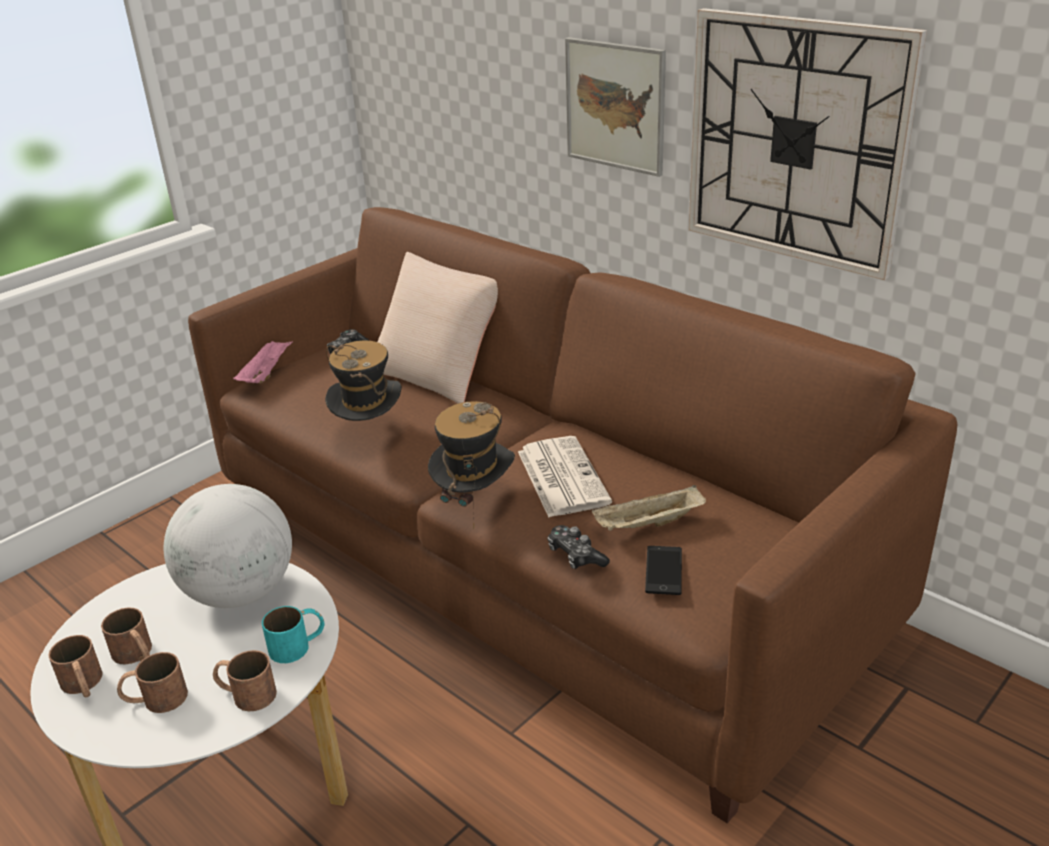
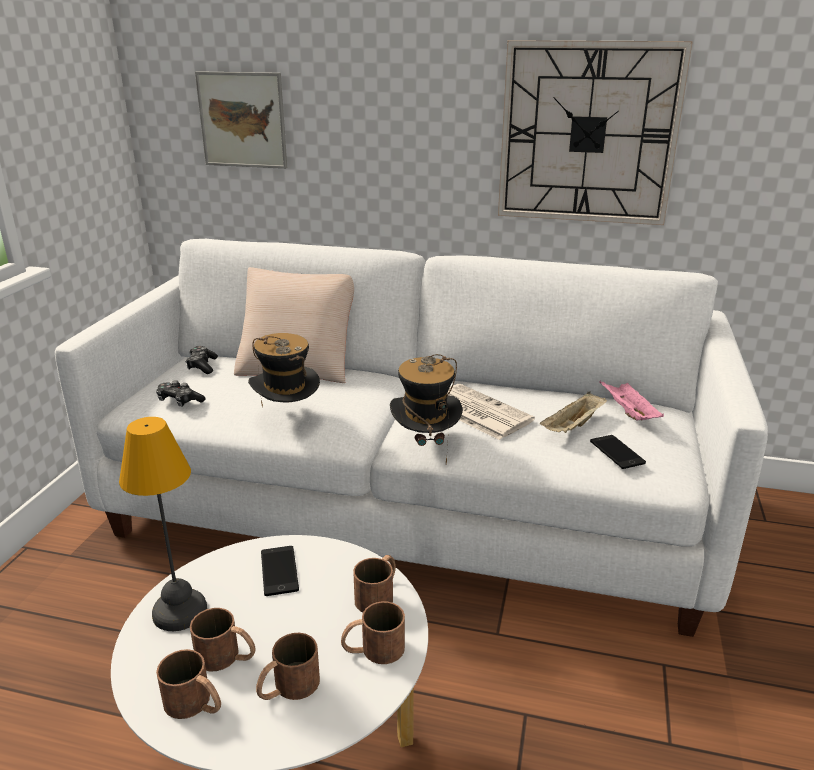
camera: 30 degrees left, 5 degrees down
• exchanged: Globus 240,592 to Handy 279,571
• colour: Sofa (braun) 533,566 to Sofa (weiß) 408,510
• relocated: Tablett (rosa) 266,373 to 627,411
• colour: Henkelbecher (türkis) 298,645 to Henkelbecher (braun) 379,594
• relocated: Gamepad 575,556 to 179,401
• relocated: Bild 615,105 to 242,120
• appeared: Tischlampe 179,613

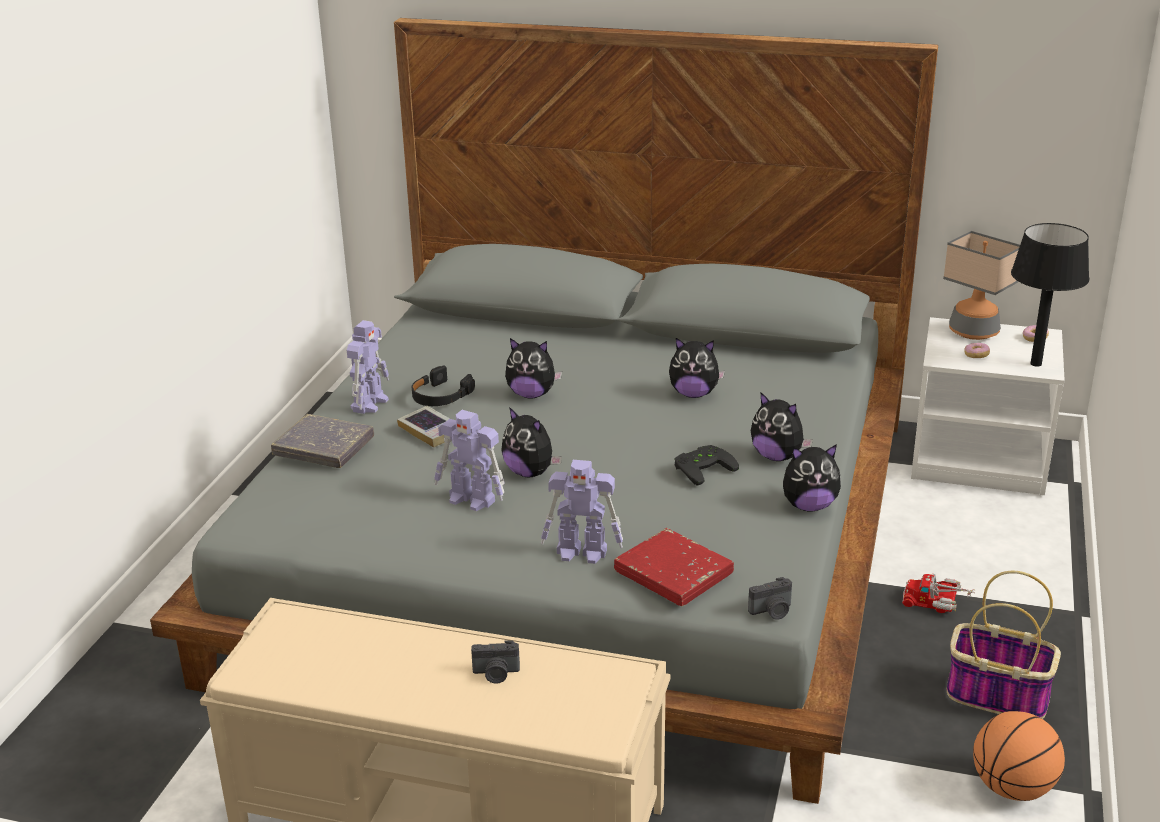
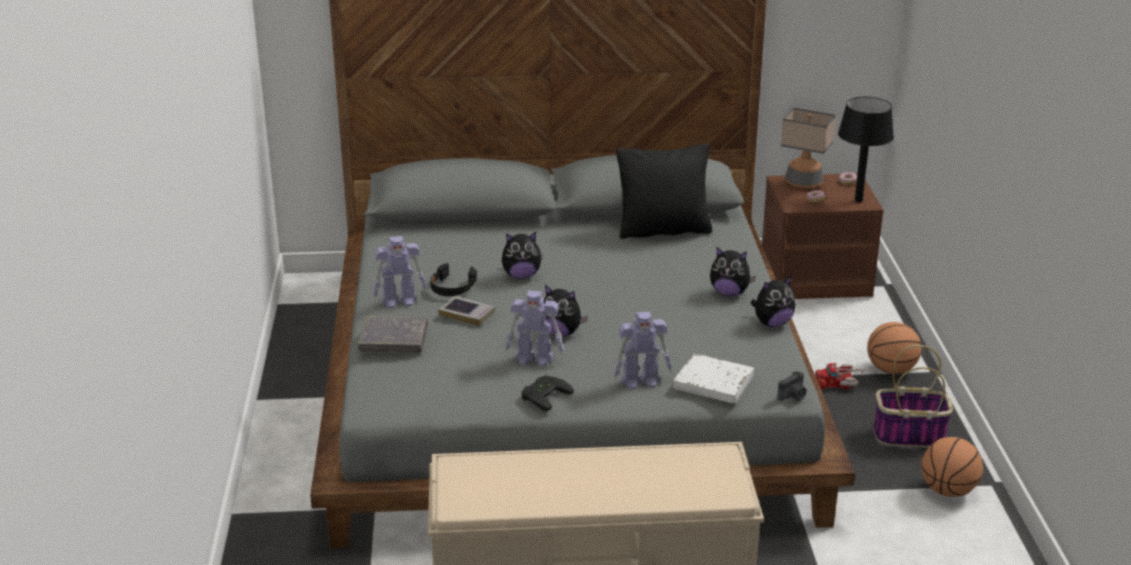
camera: 20 degrees left, 0 degrees up
• spun: Spielzeugroboter 370,403 = 400,301 75 degrees clockwise
• missing: Kamera 496,674
• colour: Buch (rot) 673,573 to Buch (weiß) 713,383
• missing: Plüschtier 694,394
• relocated: Gamepad (schwarz) 702,467 to 543,395
• colour: Nachttisch (weiß) 980,459 to Nachttisch (braun) 816,278
• appeared: Kissen (schwarz) 663,230
• appeared: Basketball 891,370

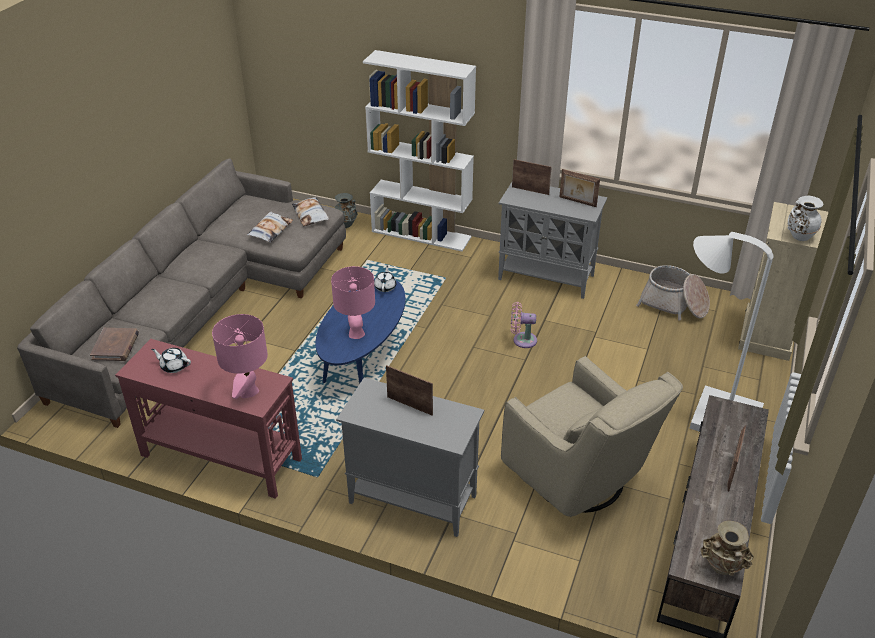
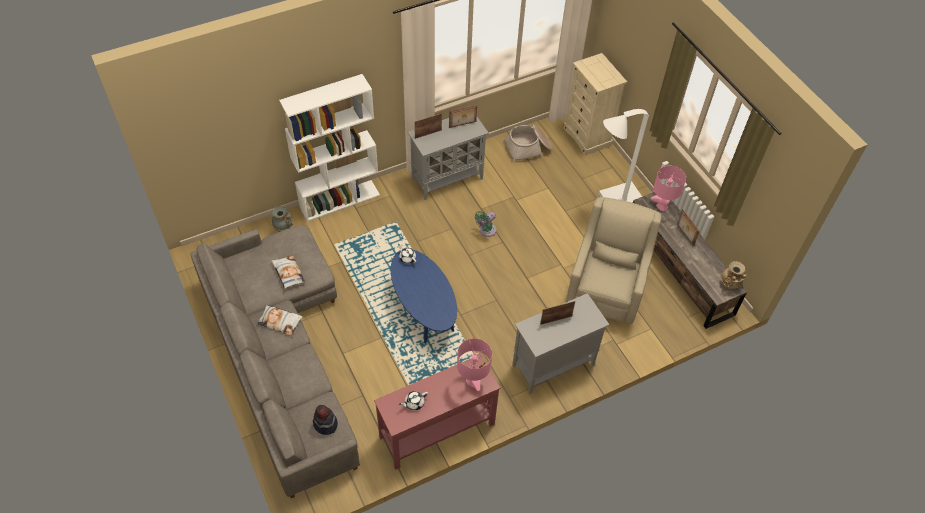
camera: 50 degrees left, 15 degrees up
• exchanged: Buch (braun) 116,346 to Hut 325,424
• relocated: Kissen 311,215 to 280,321
• relocated: Tischlampe (rosa) 356,333 to 662,206
• spun: Sessel (beige) 580,480 = 606,289 75 degrees counterclockwise
• colour: Ventilator (rosa) 522,340 to Ventilator (grün) 486,231
• missing: Vase (weiß) 799,237

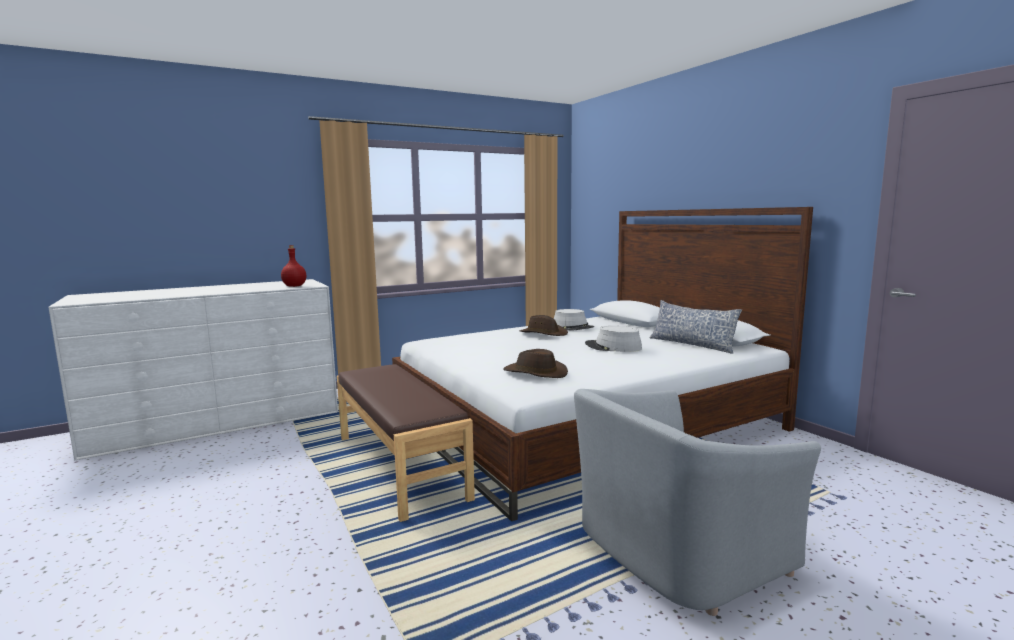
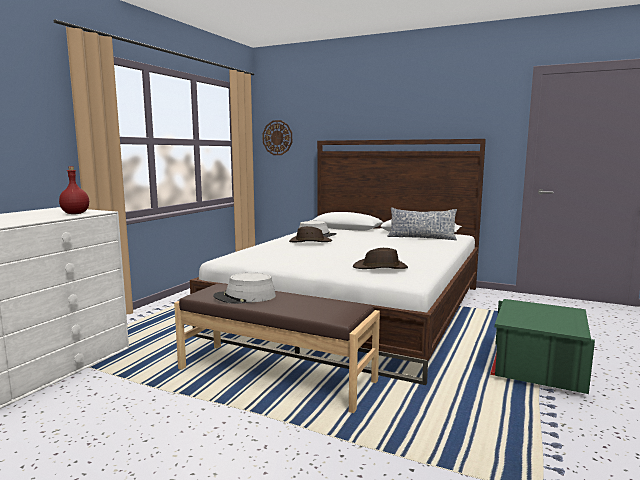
camera: 35 degrees left, 0 degrees up
• exchanged: Sessel (grau) 676,552 to Aufbewahrungsbox (grün) 535,370
• relocated: Hut (grau) 613,347 to 245,297
• appeared: Wanduhr 277,137

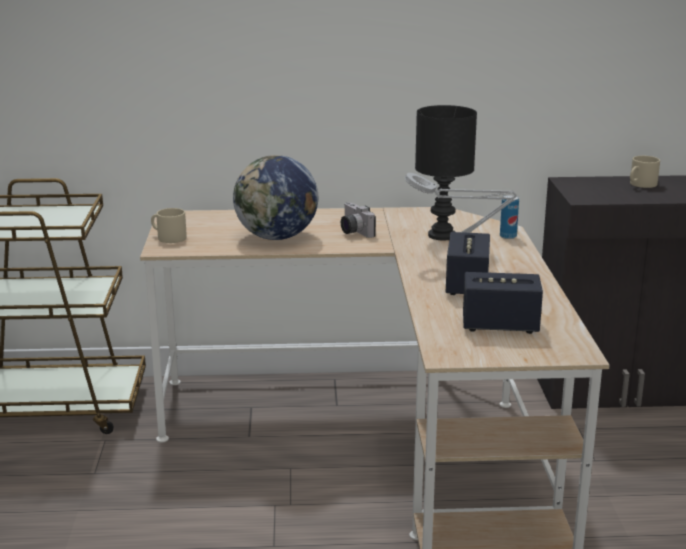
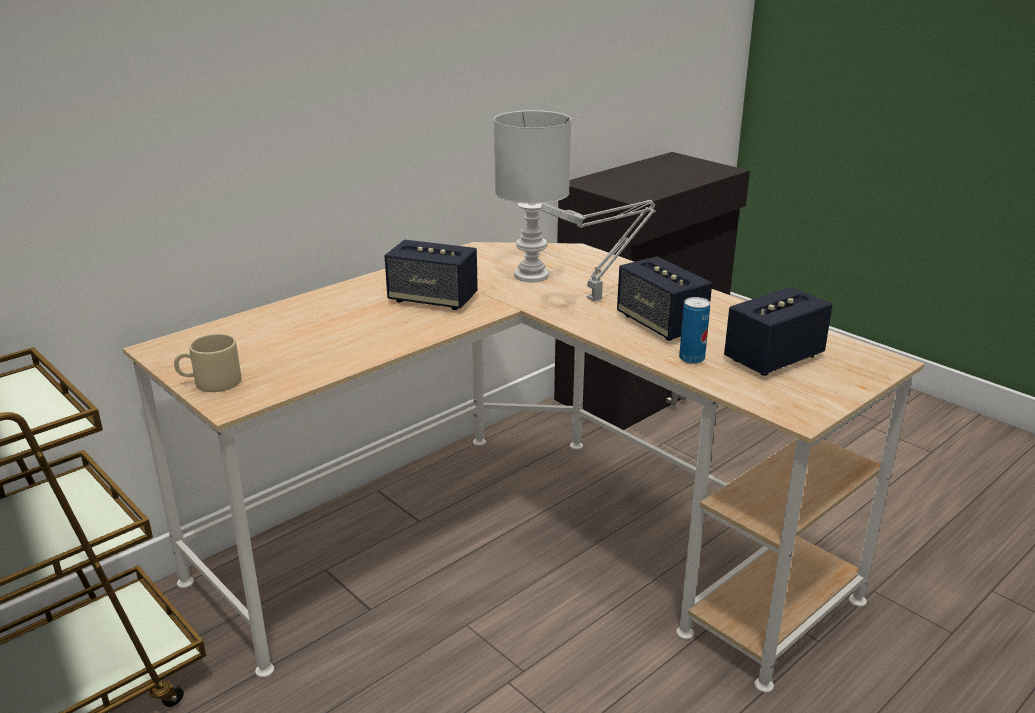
camera: 40 degrees left, 5 degrees up
• missing: Globus 277,237
• exchanged: Kamera 353,232 to Lautsprecher 433,299
• colour: Tischlampe (schwarz) 442,236 to Tischlampe (weiß) 532,276
• relocated: Dose 508,236 to 691,359
• missing: Henkelbecher (beige) 641,185

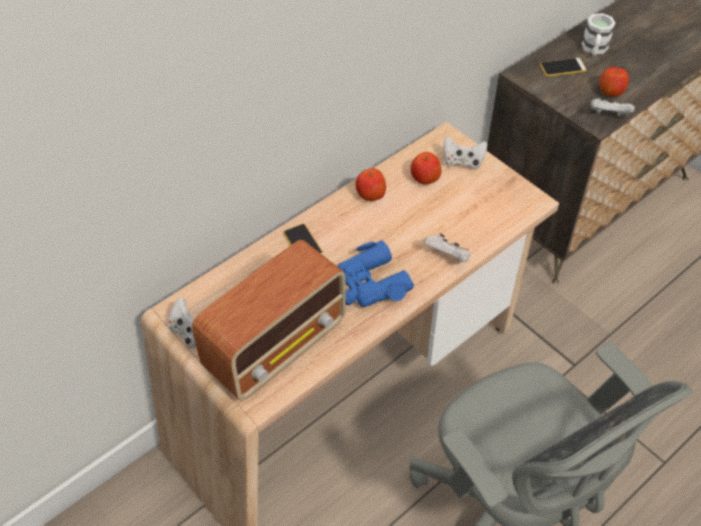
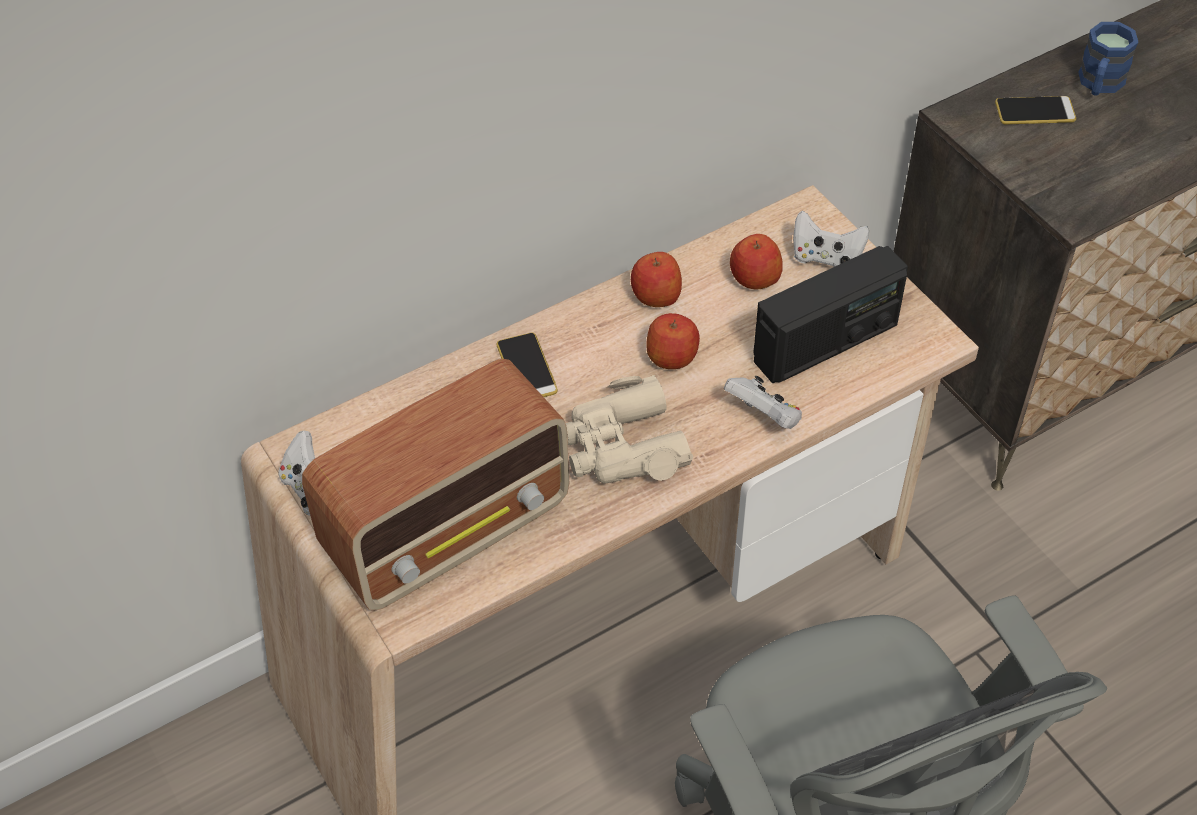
camera: 10 degrees right, 0 degrees up
• colour: Fernglas (blau) 368,284 to Fernglas (beige) 621,446
• colour: Henkelbecher (weiß) 594,49 to Henkelbecher (blau) 1099,84
• missing: Gamepad (weiß) 608,115
• relocated: Apfel 611,91 to 672,356
• appeared: Radio 826,343

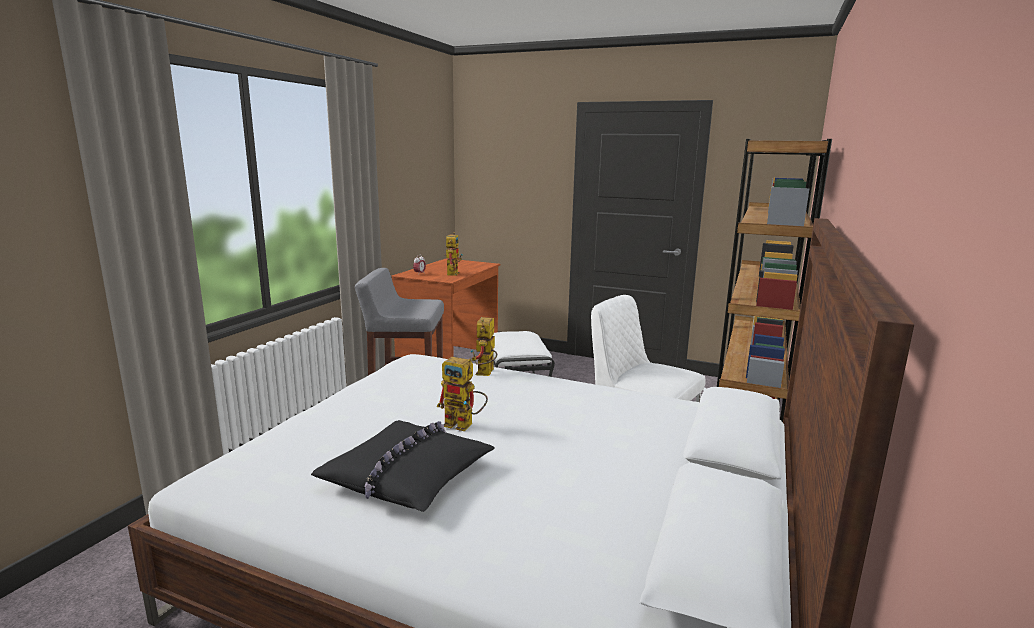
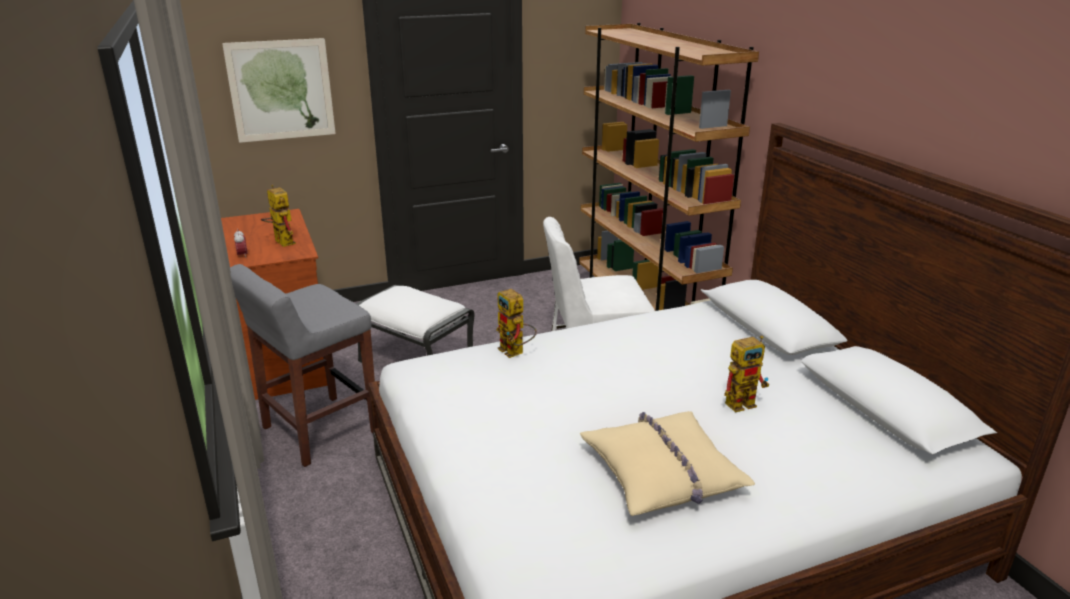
camera: 45 degrees left, 10 degrees up
• colour: Kissen (schwarz) 407,476 to Kissen (beige) 663,473
• relocated: Spielzeugroboter 464,425 to 744,402
• appeared: Bild 281,90

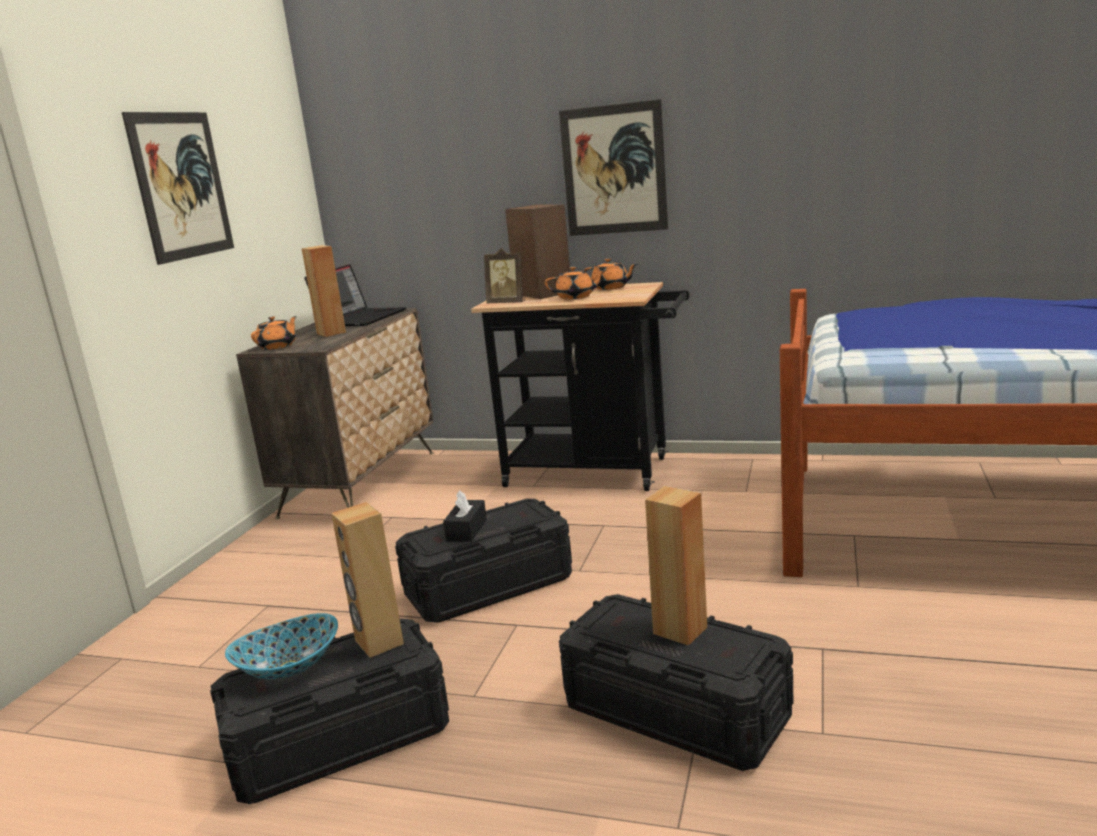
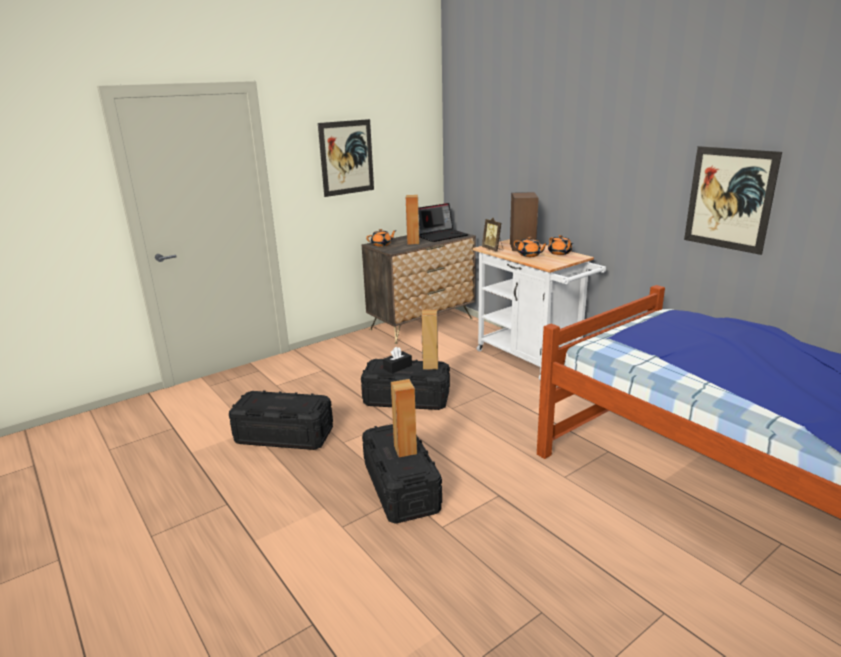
camera: 35 degrees right, 5 degrees up
• missing: Schüssel 288,667
• relocated: Lautsprecher (braun) 378,643 to 430,366
• colour: Rollwagen (schwarz) 597,472 to Rollwagen (weiß) 532,360
• relocated: Bild 614,170 to 729,199

